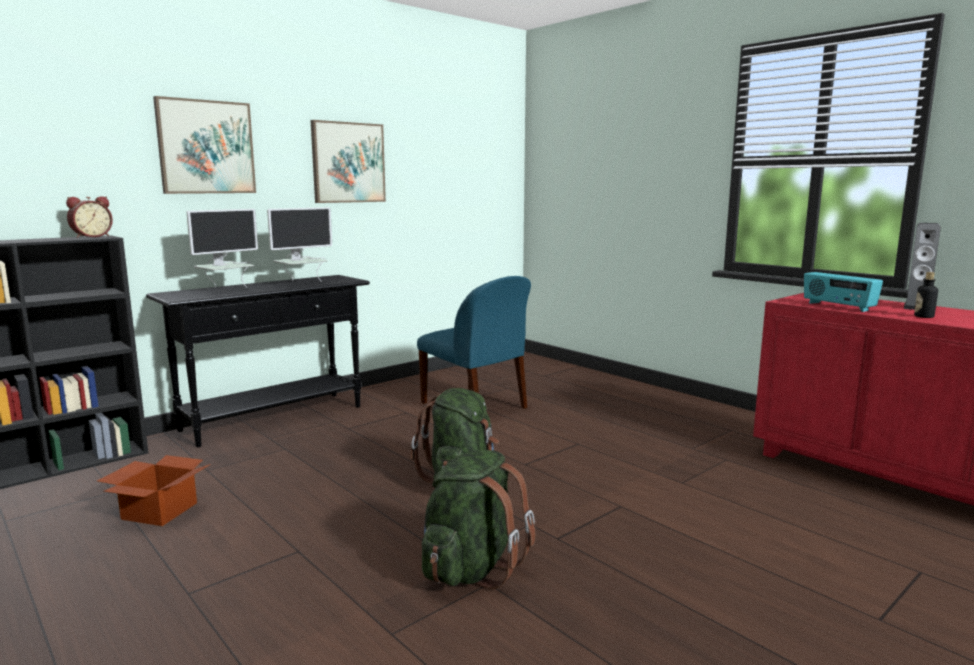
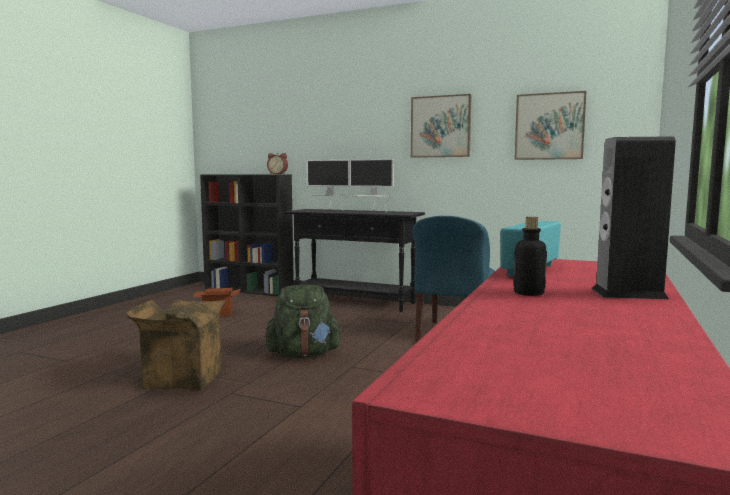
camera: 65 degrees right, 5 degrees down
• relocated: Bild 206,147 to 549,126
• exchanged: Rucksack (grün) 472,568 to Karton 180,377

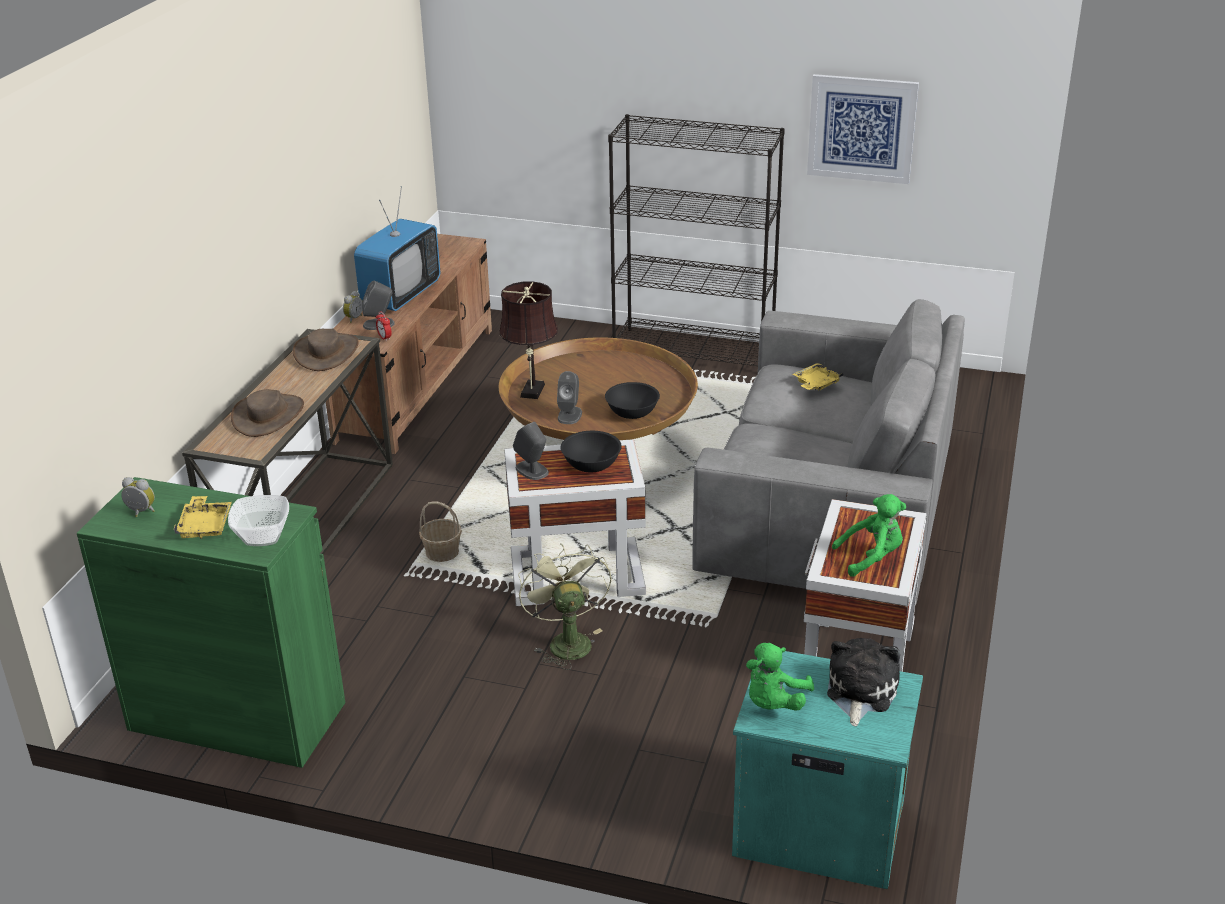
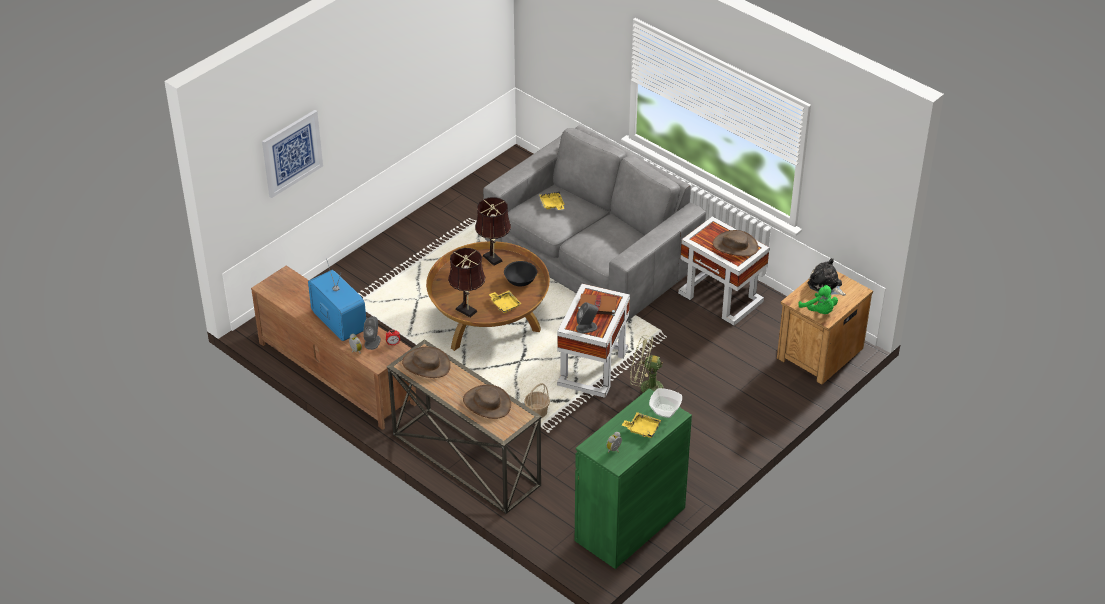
camera: 65 degrees left, 10 degrees up
• exchanged: Lautsprecher (grau) 569,415 to Tablett (gelb) 505,304
• exchanged: Schüssel (schwarz) 591,465 to Buch (braun) 597,305
• missing: Bücherregal (schwarz) 694,351
• colour: Nachttisch (türkis) 817,826 to Nachttisch (braun) 818,353
• relocated: Bild 862,128 to 292,153
• exchanged: Plüschtier (grün) 871,557 to Hut (braun) 735,246
• appeared: Tischlampe (braun) 493,260

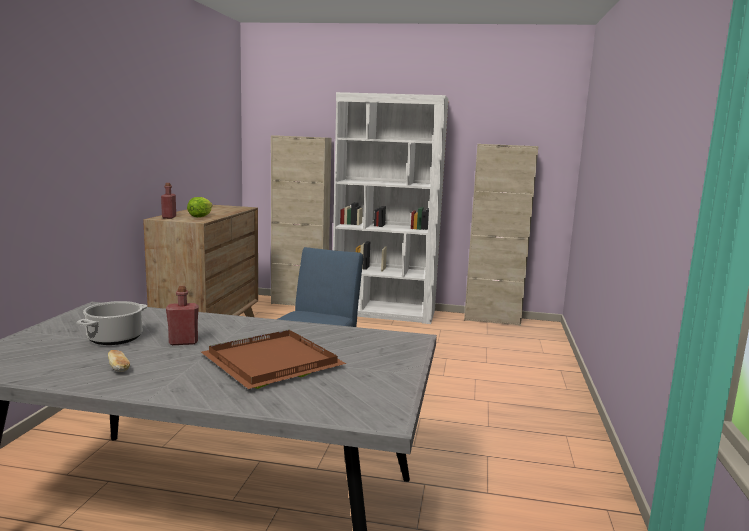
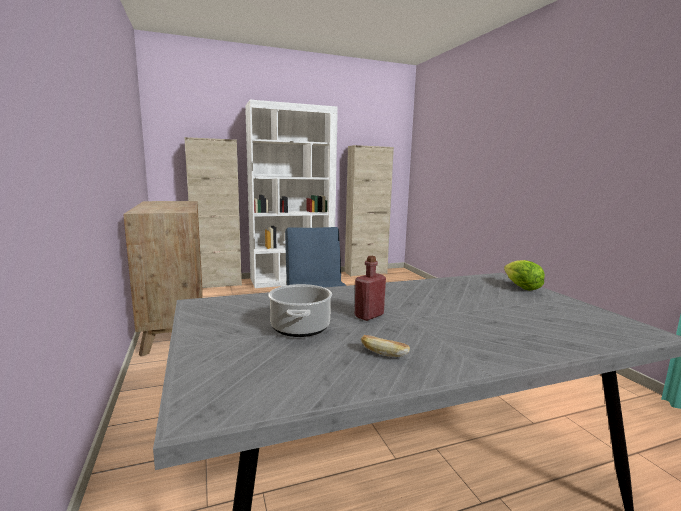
camera: 30 degrees left, 0 degrees up
• missing: Flasche (rot) 169,217
• relocated: Salatkopf 200,216 to 521,287
• missing: Tablett (braun) 271,363

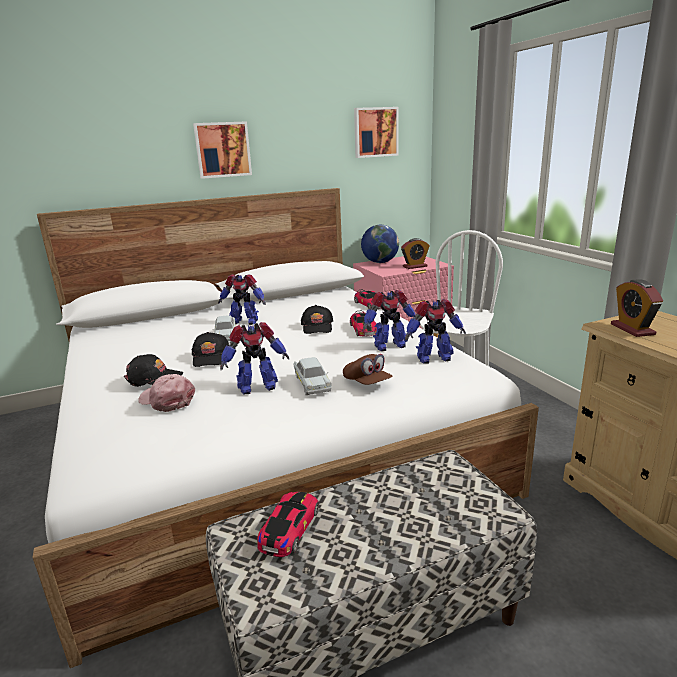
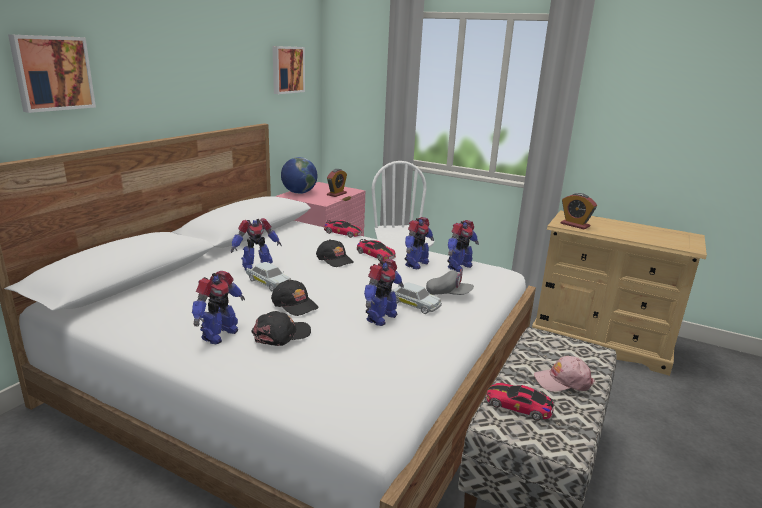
camera: 40 degrees left, 0 degrees up
• relocated: Kappe (rosa) 167,400 to 562,381
• relocated: Bild 222,150 to 52,73
• spun: Spielzeugauto 289,528 = 518,405 45 degrees counterclockwise
• colour: Kappe (braun) 367,383 to Kappe (grau) 448,294
• appeared: Spielzeugroboter 219,335

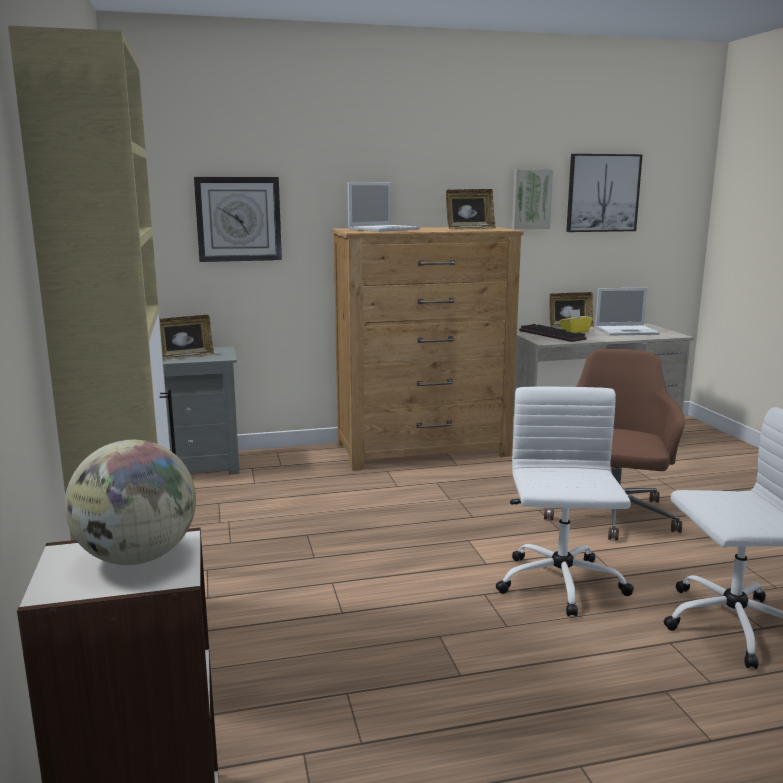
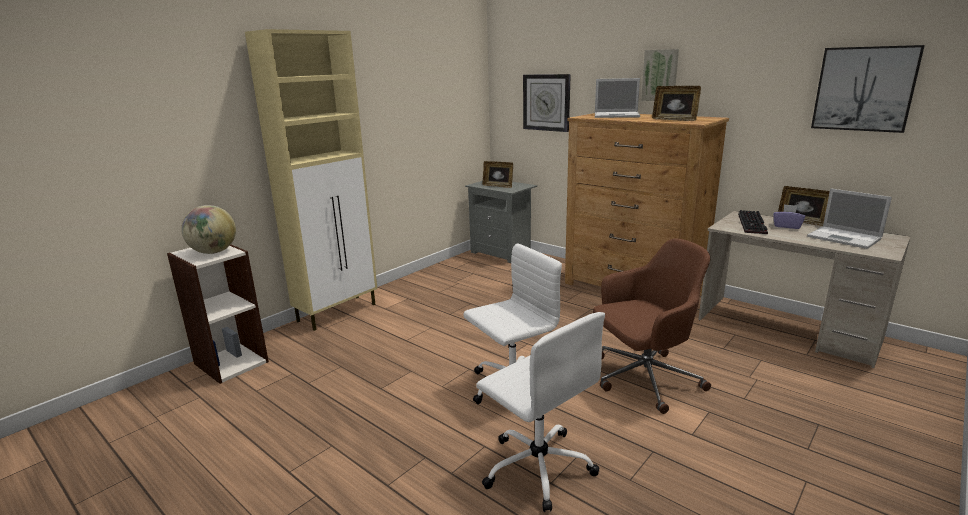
camera: 55 degrees right, 5 degrees up
• relocated: Bild 531,199 to 660,75
• colour: Taschentuchbox (gelb) 574,331 to Taschentuchbox (lila) 787,226

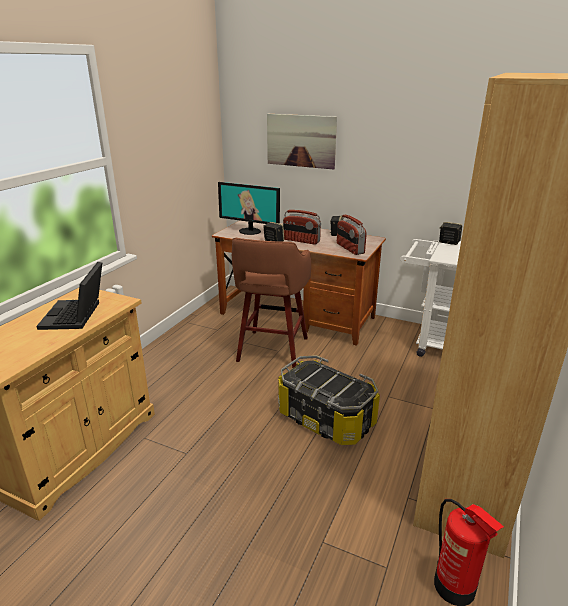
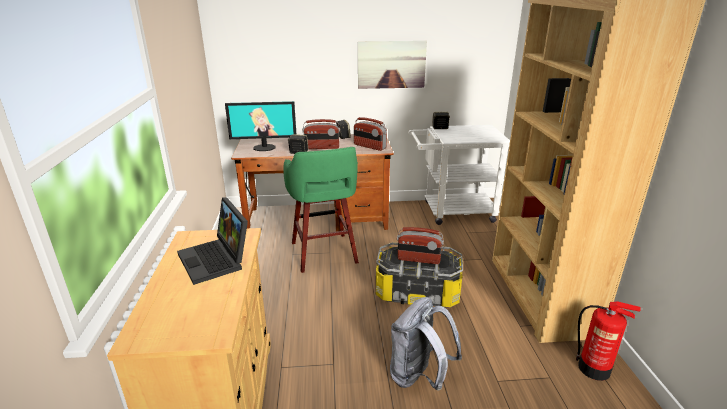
camera: 30 degrees left, 0 degrees up
• colour: Hocker (braun) 272,351 to Hocker (grün) 324,254
• relocated: Bild 301,141 to 391,64
• appeared: Rucksack (grau) 419,377
• appeared: Radio 418,259

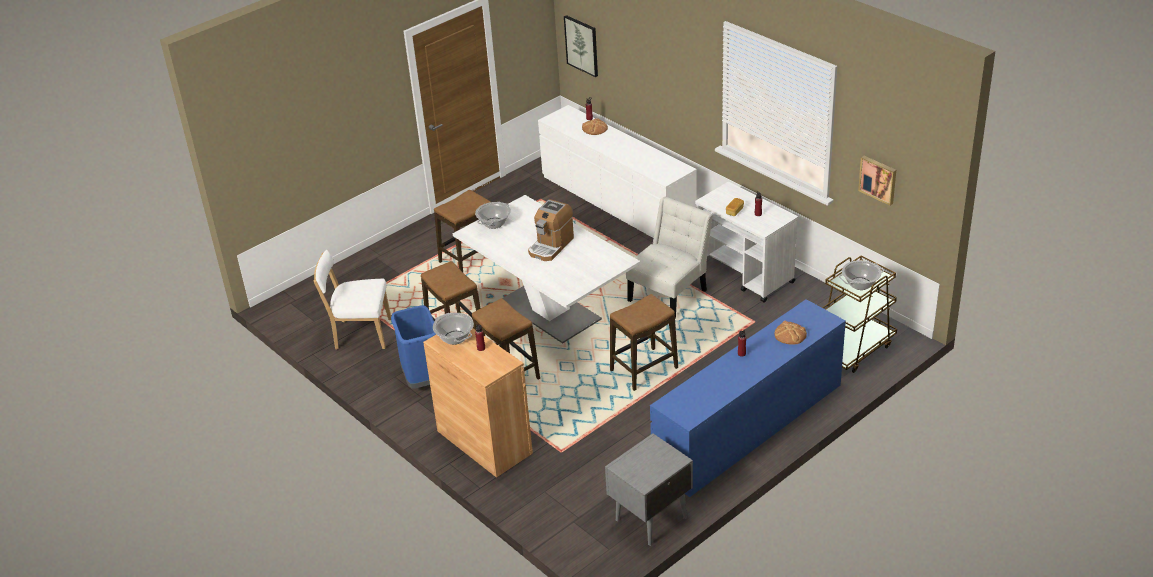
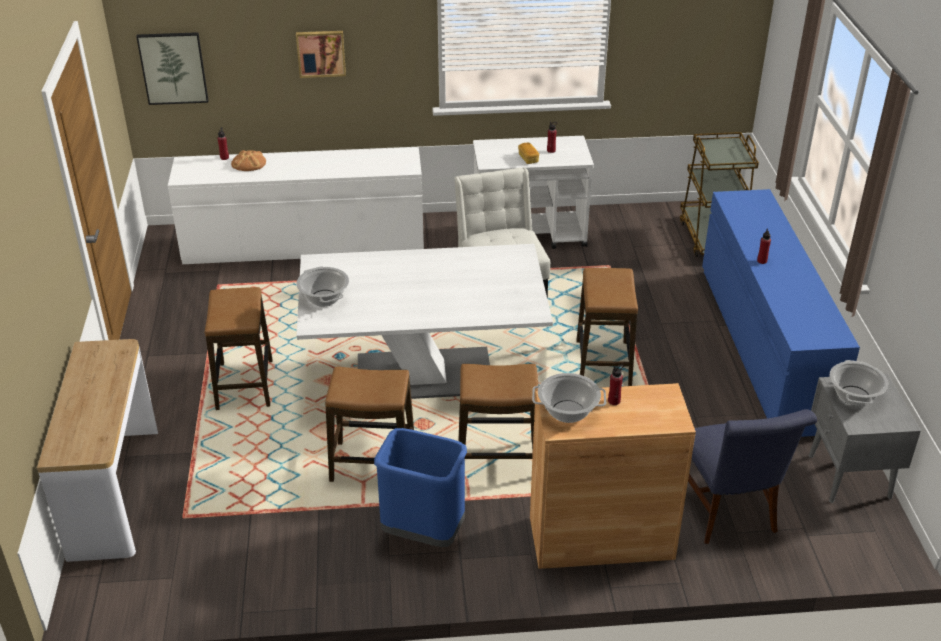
camera: 55 degrees left, 0 degrees up
• missing: Stuhl (weiß) 360,334
• missing: Kaffeemaschine 551,246
• missing: Brot 790,334
• relocated: Kochtopf 860,283 to 854,395
• relocated: Bild 878,179 to 321,53
• appeared: Konsolentisch 114,492
• appeared: Stuhl (blau) 729,514

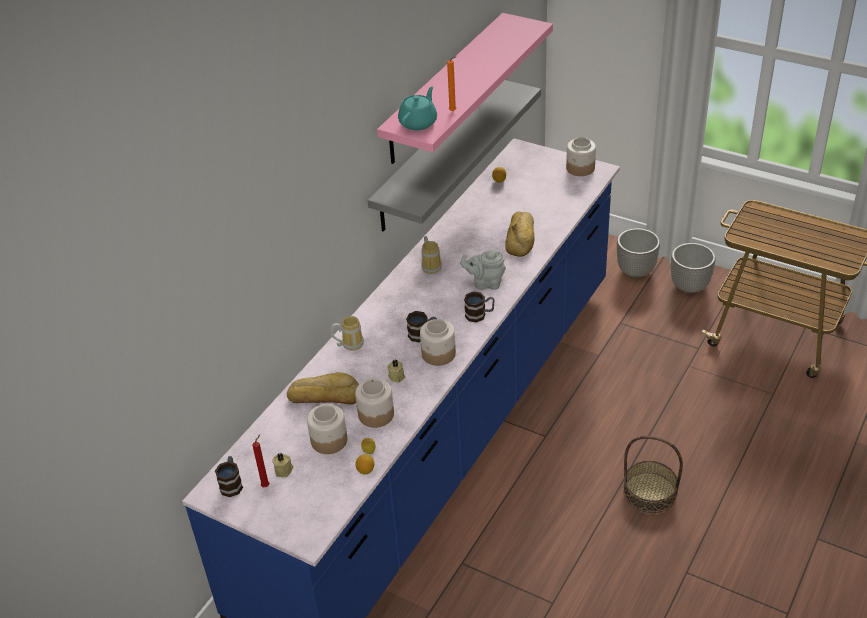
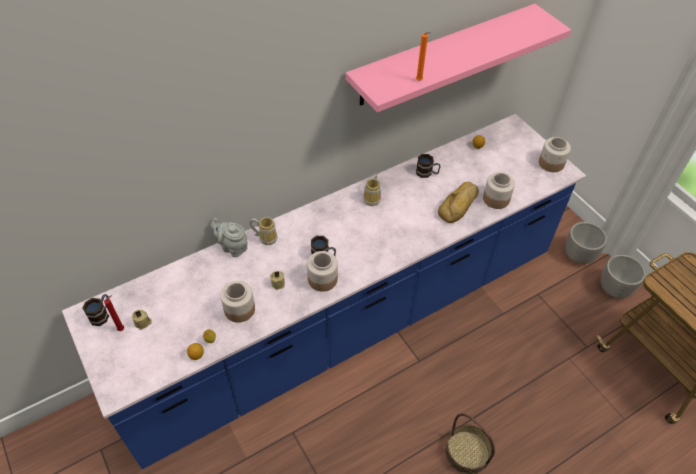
camera: 25 degrees right, 10 degrees up
• missing: Brot 325,395
• relocated: Vorratsglas 328,440 to 495,199
• missing: Wandregal (grau) 434,154
• missing: Teekanne (türkis) 418,122
• relocated: Teekanne (grau) 485,283 to 232,247
• relocated: Henkelbecher 479,315 to 427,173

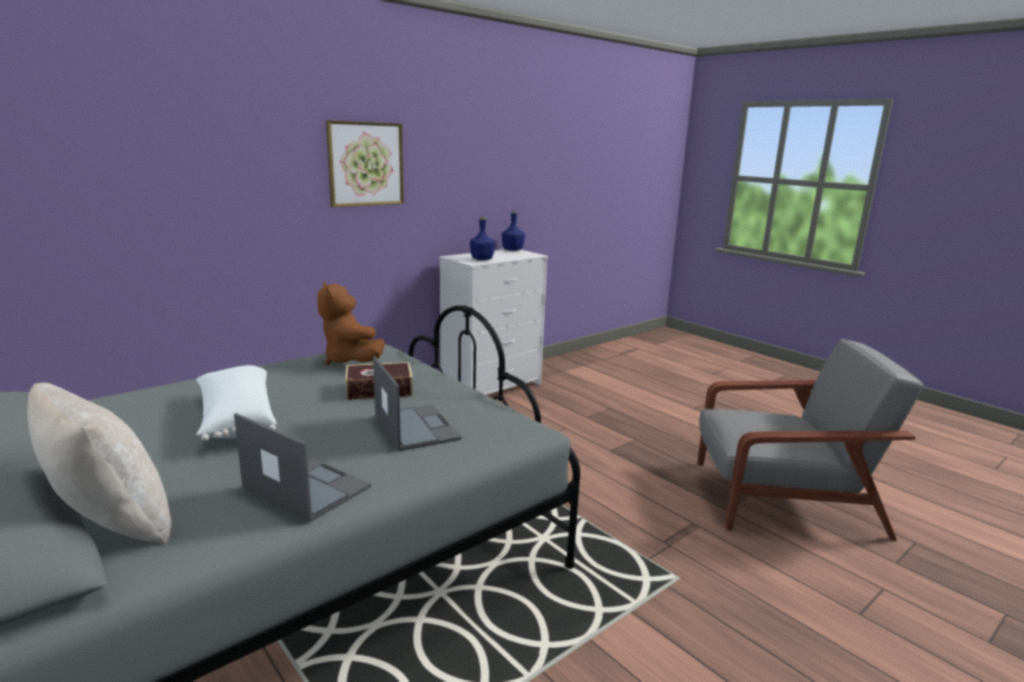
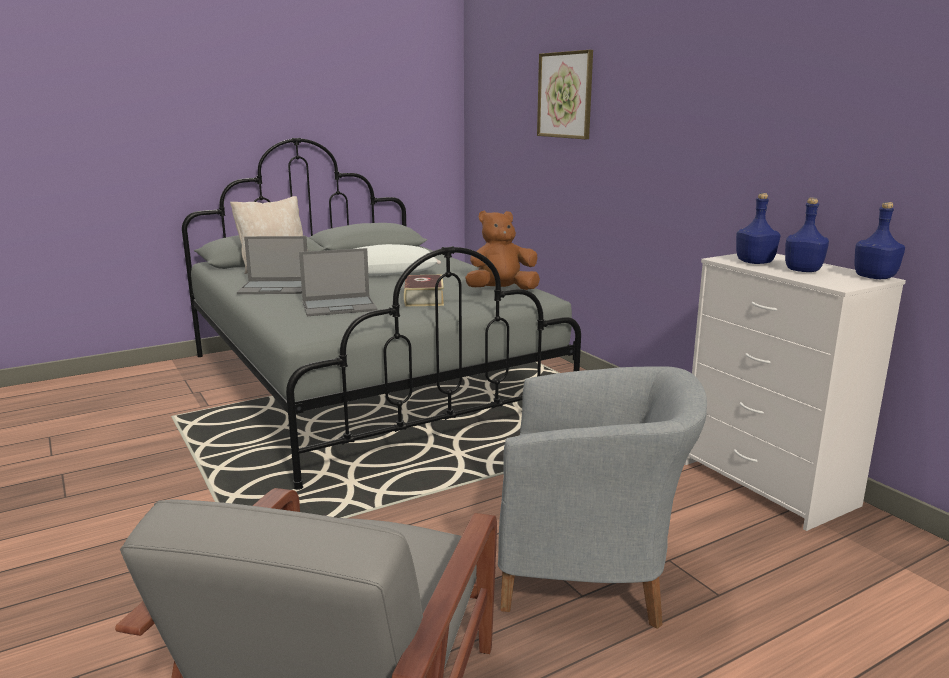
camera: 100 degrees right, 0 degrees up
• spun: Laptop 305,486 = 275,288 45 degrees clockwise
• relocated: Bild 365,164 to 565,95
• appeared: Sessel (grau) 592,574
• appeared: Flasche (blau) 803,270

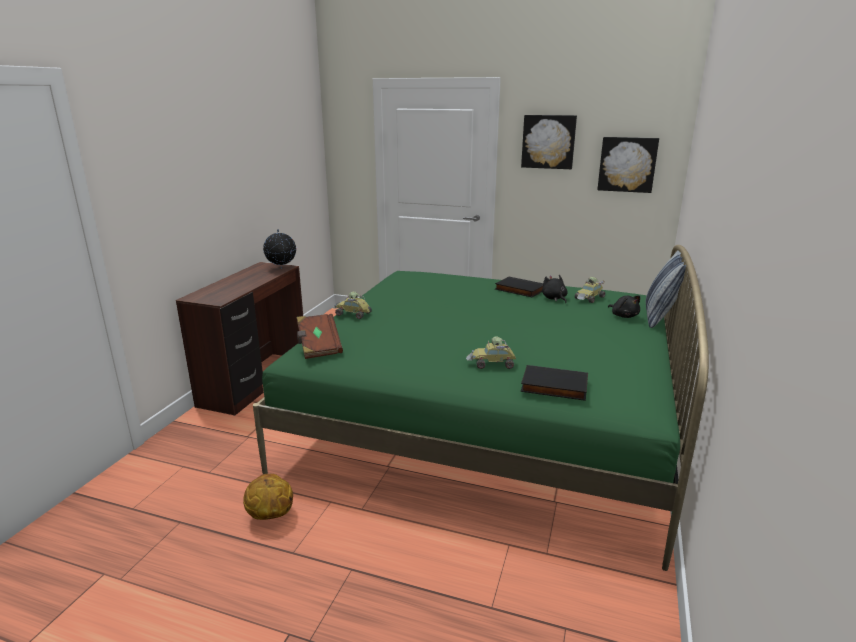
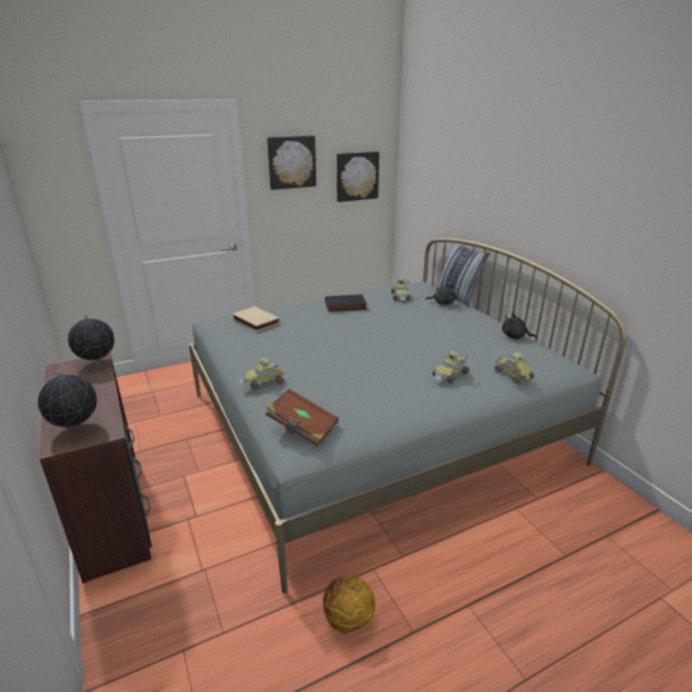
camera: 45 degrees left, 5 degrees up
• colour: Bett (grün) 488,419 to Bett (grau) 375,427
• exchanged: Buch (schwarz) 553,387 to Spielzeugauto 511,374
• relocated: Plüschtier (schwarz) 554,298 to 515,337
• appeared: Globus 76,428
• appeared: Buch (beige) 254,322

